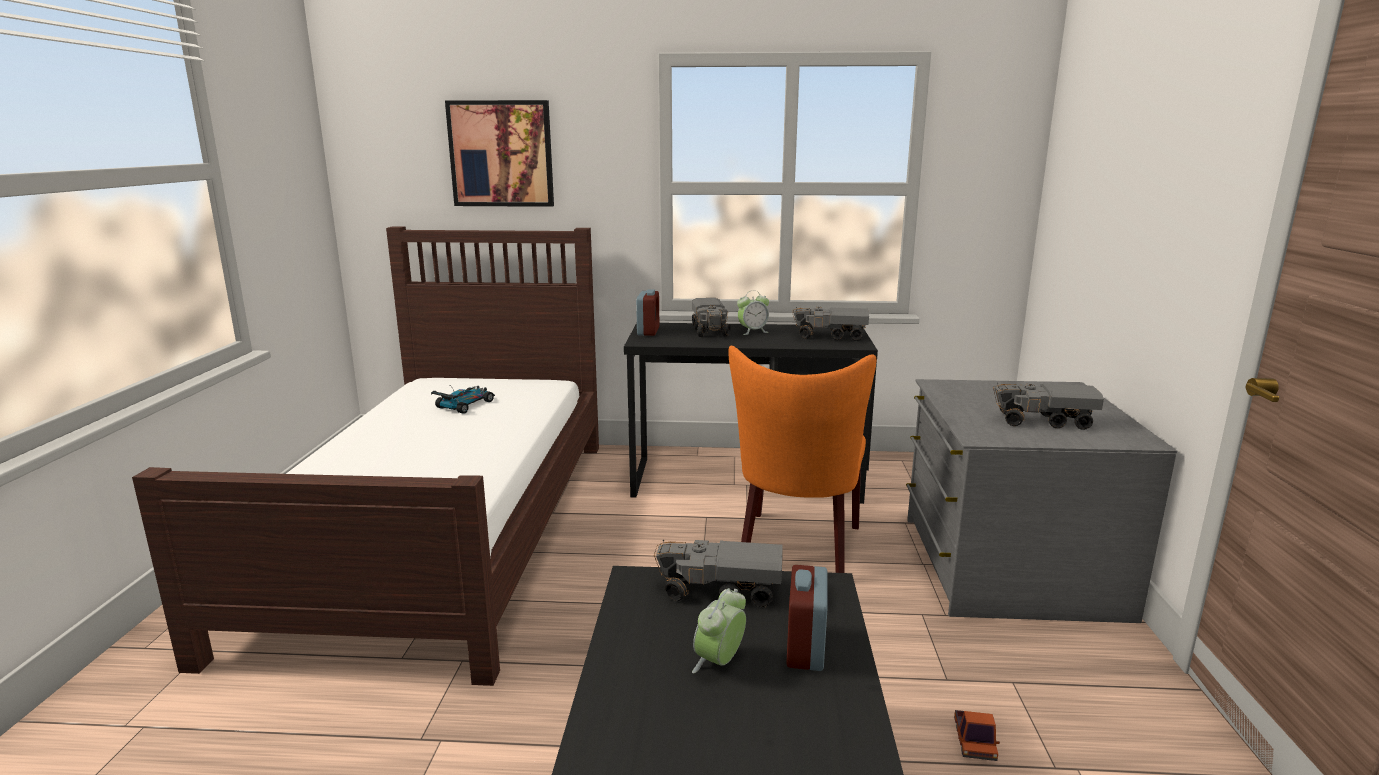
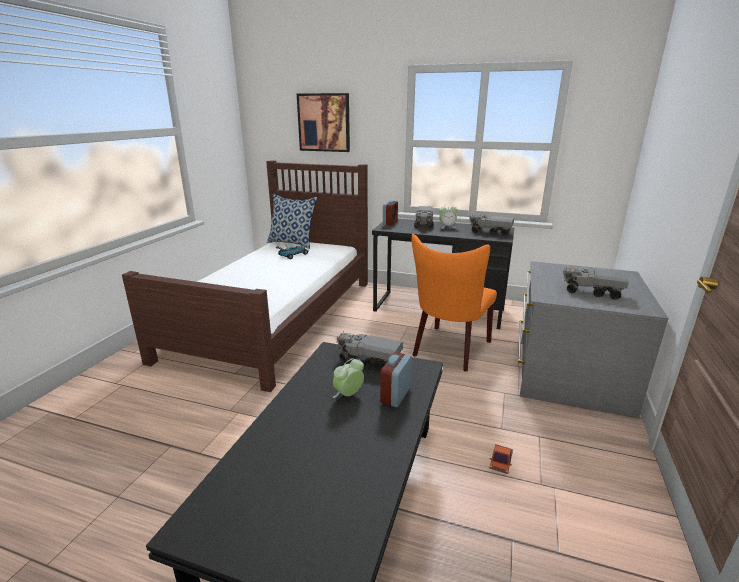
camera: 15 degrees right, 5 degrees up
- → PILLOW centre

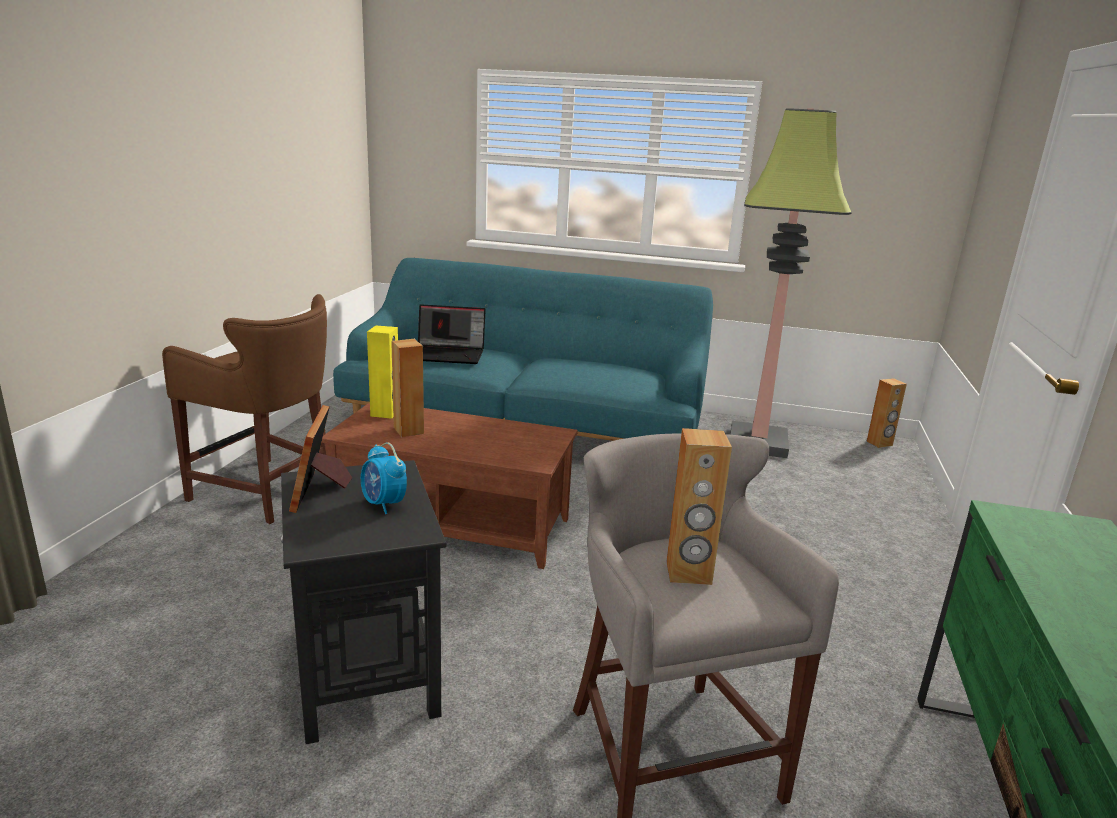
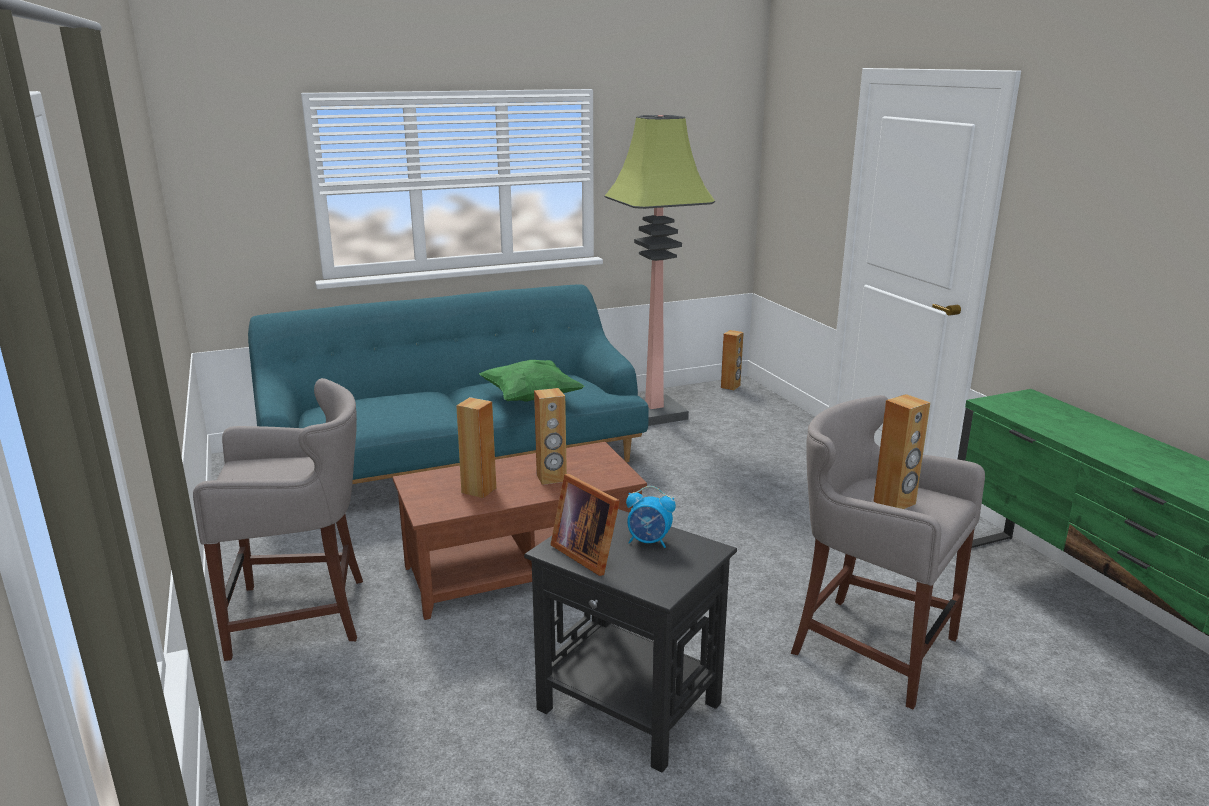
camera: 35 degrees left, 0 degrees up
BROWN STOOL middle left → GREY STOOL (no. 1 from left) middle left
LAPTOP centre → -
YELLOW SPEAKER centre → -
- → GREEN PILLOW centre
- → BROWN SPEAKER (no. 2 from left) centre

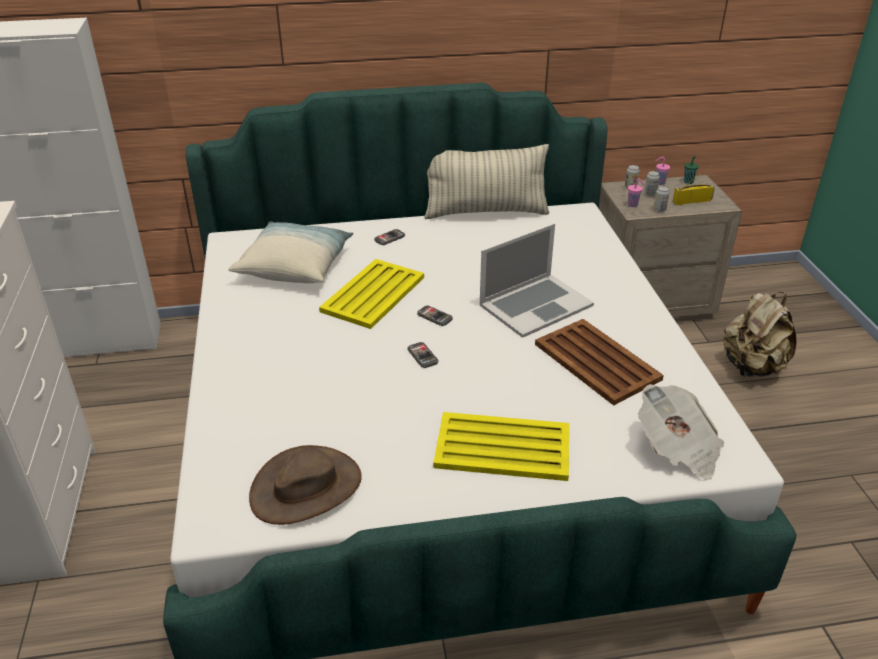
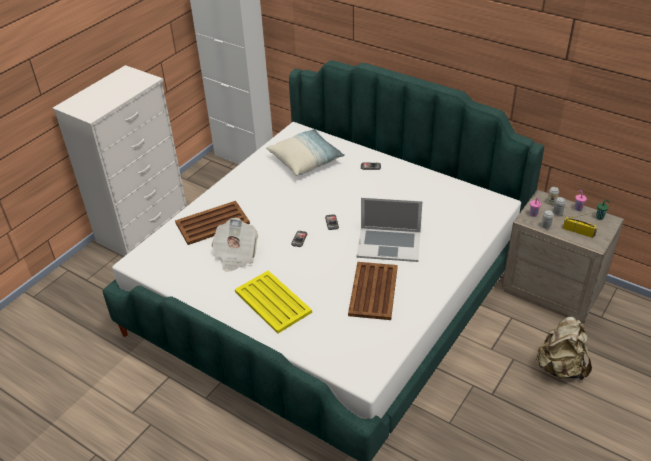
camera: 45 degrees right, 5 degrees up
PILLOW (no. 2 from left) top centre → -
YELLOW TRAY (no. 1 from left) centre → -
NEWSPAPER middle right → NEWSPAPER centre, relocated
BROWN HAT bottom centre → -
- → BROWN TRAY (no. 1 from left) middle left

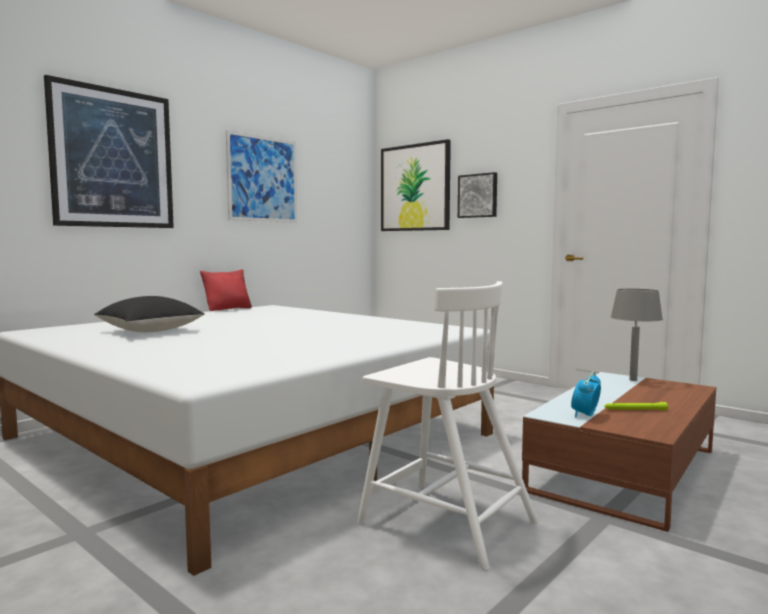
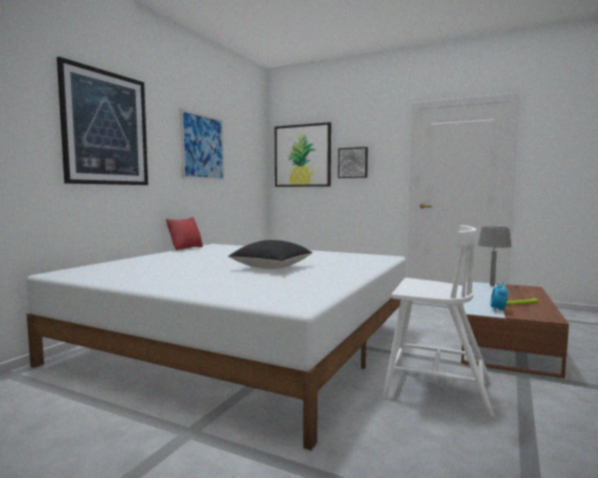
camera: 15 degrees left, 0 degrees up
BLACK PILLOW middle left → BLACK PILLOW centre, relocated

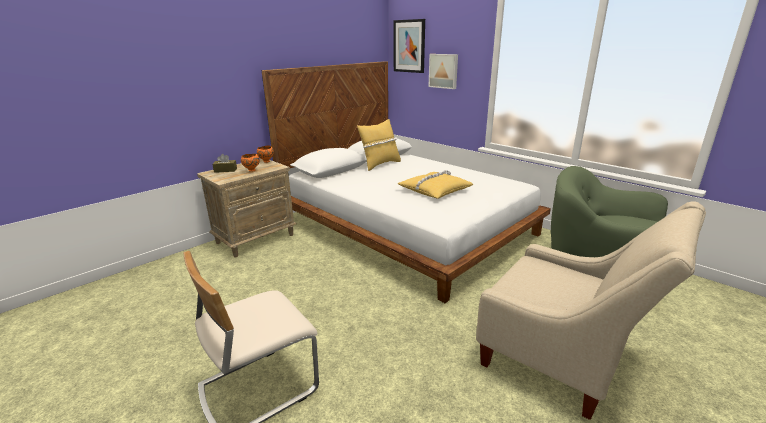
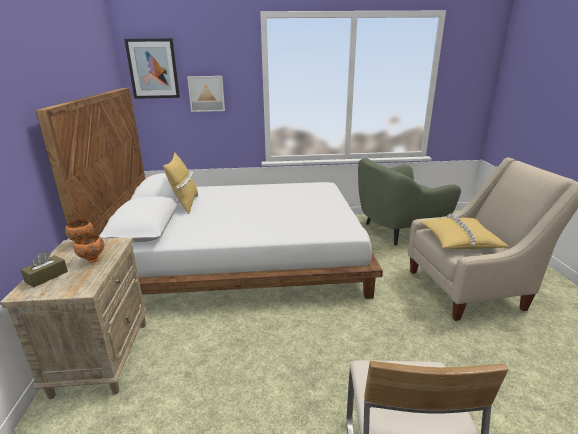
camera: 50 degrees left, 0 degrees up
YELLOW PILLOW (no. 2 from left) centre → YELLOW PILLOW (no. 2 from left) middle right, relocated

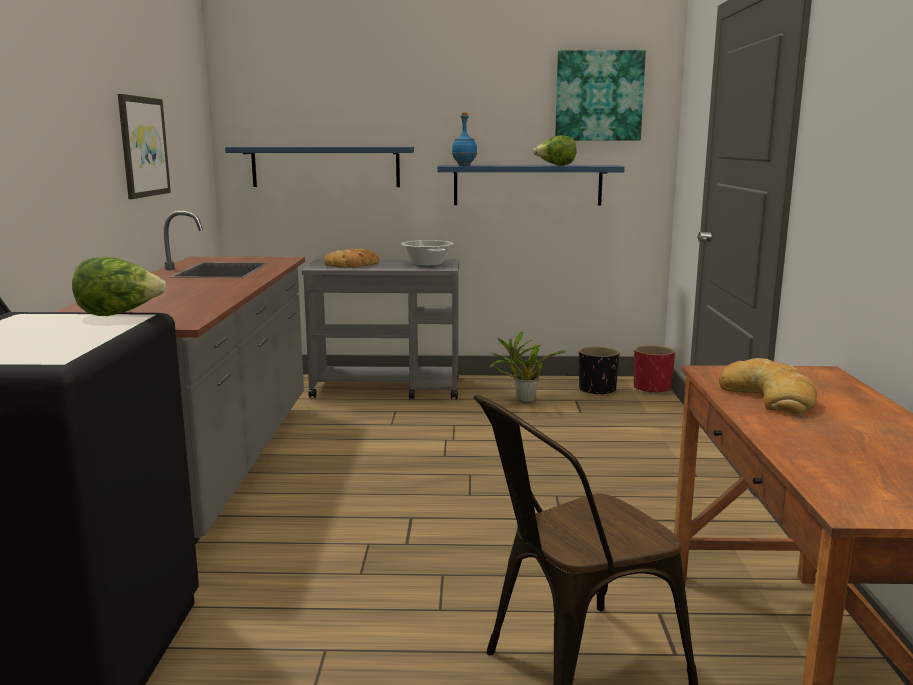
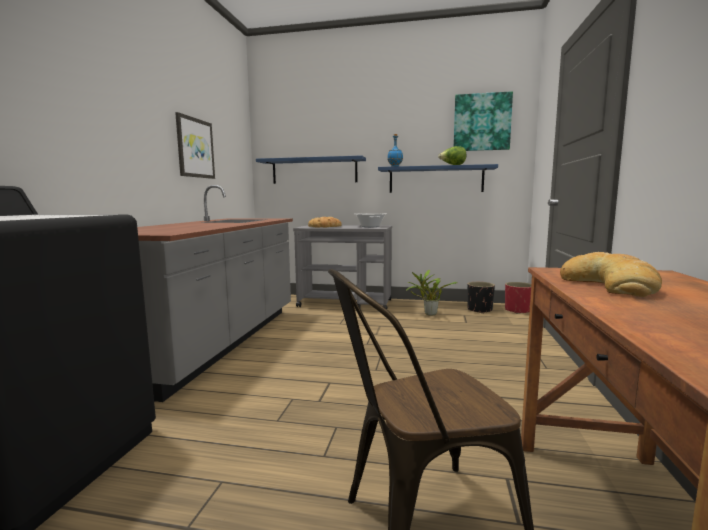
camera: 10 degrees right, 5 degrees down
LETTUCE (no. 1 from left) middle left → -

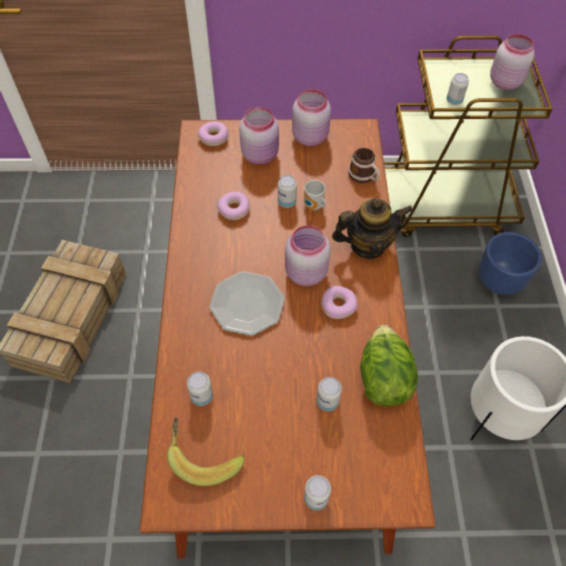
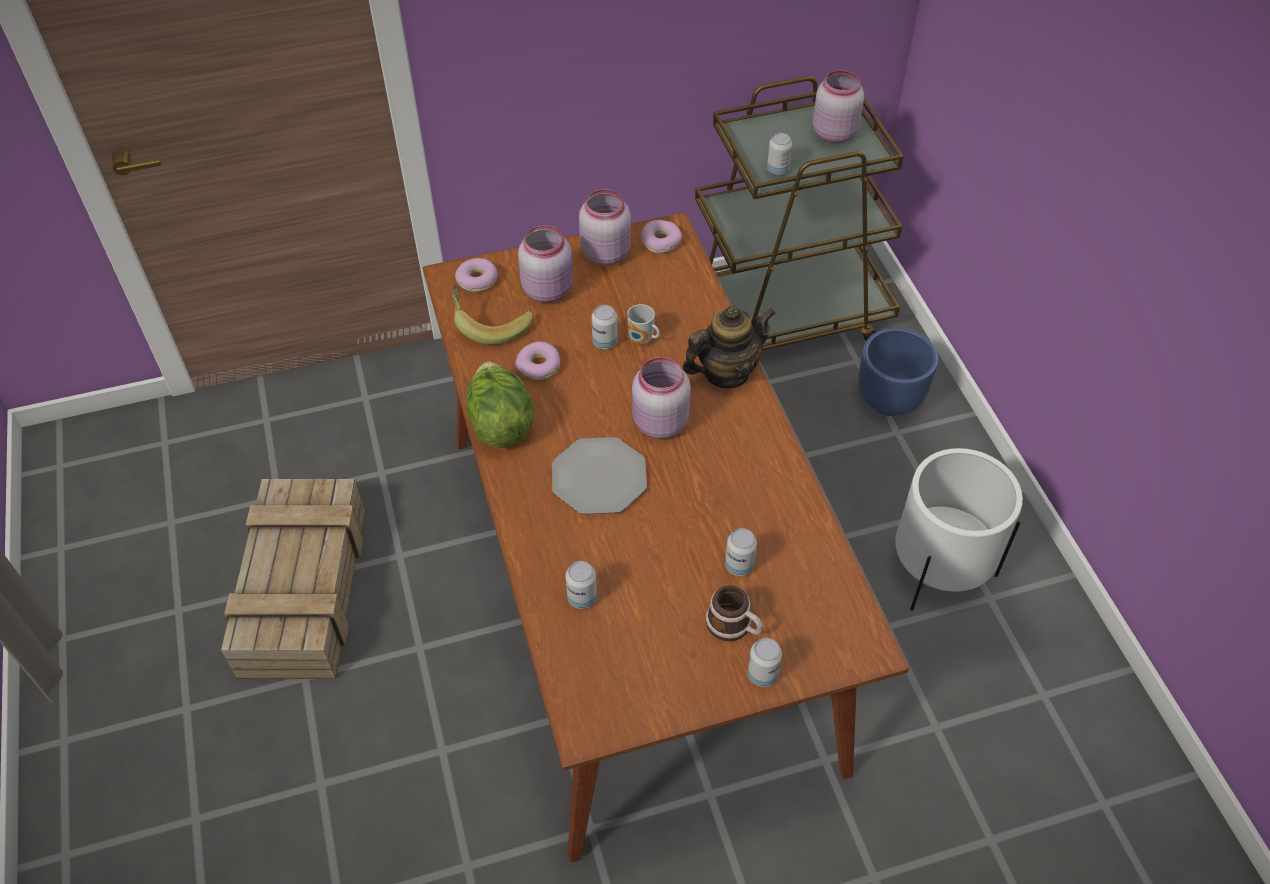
camera: 15 degrees left, 5 degrees down
MUG (no. 2 from left) top centre → MUG (no. 2 from left) bottom centre, relocated
DONUT (no. 3 from left) centre → DONUT (no. 3 from left) top centre, relocated
LETTUCE middle right → LETTUCE centre, relocated
BANANA bottom centre → BANANA centre, relocated

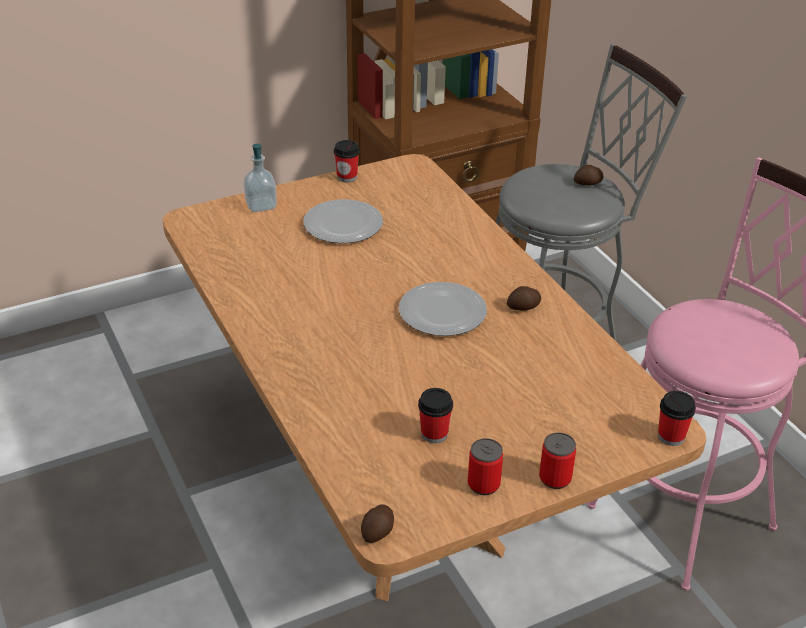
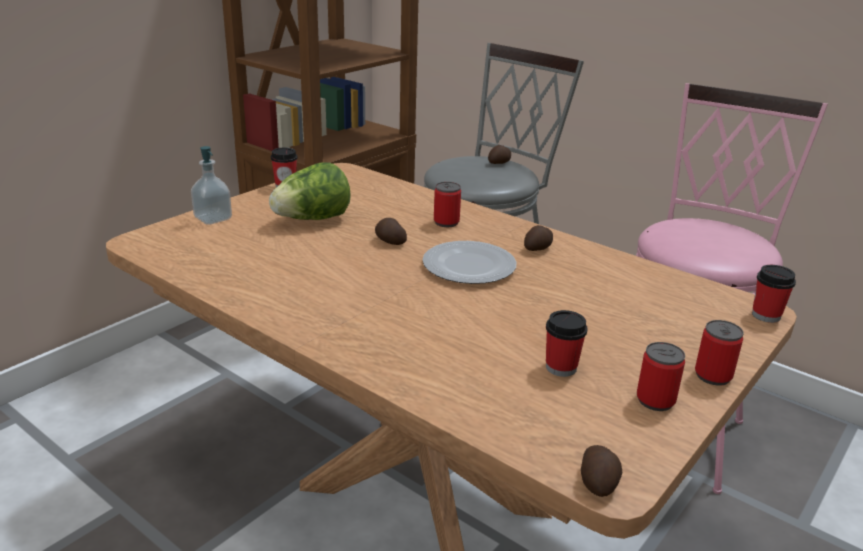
camera: 25 degrees left, 10 degrees down
PLATE (no. 1 from left) centre → LETTUCE centre
- → CAN (no. 1 from left) centre
- → POTATO (no. 1 from left) centre

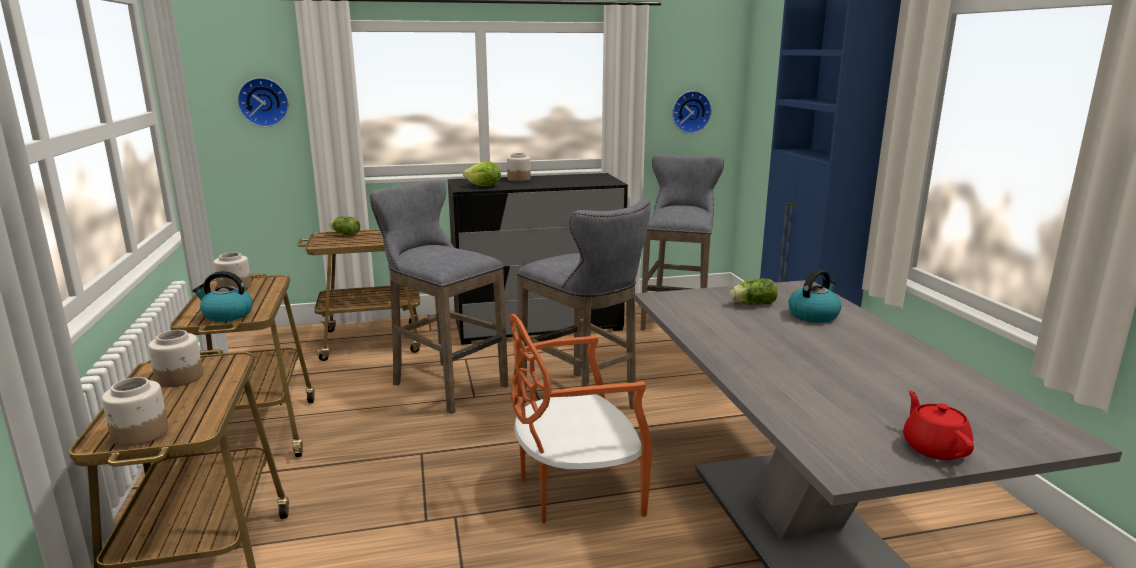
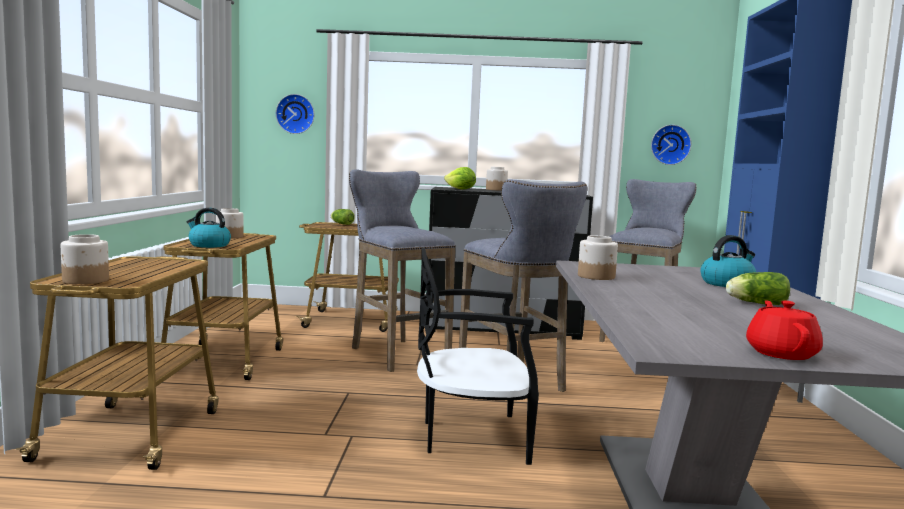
camera: 15 degrees right, 10 degrees down
LETTUCE (no. 3 from left) centre → LETTUCE (no. 3 from left) middle right, relocated
ORANGE CHAIR bottom centre → BLACK CHAIR bottom centre
JAR (no. 2 from left in the first image) middle left → JAR (no. 4 from left) centre, relocated

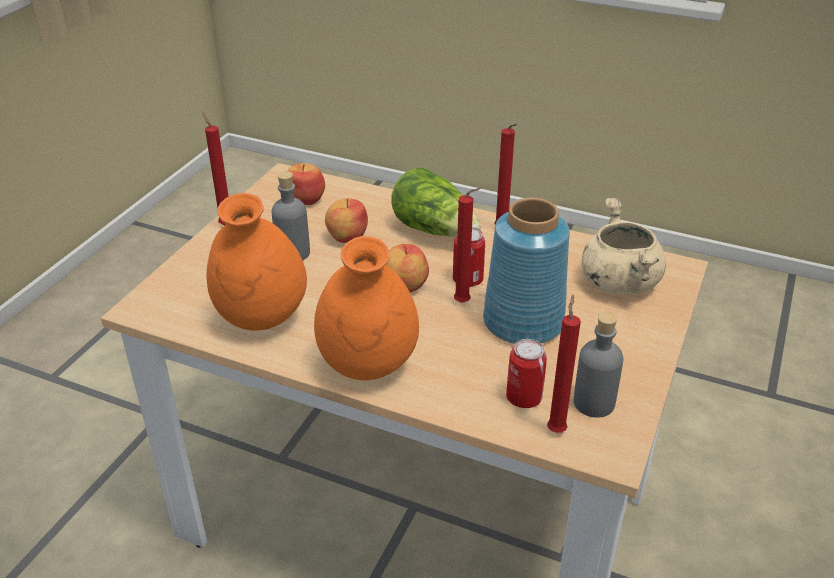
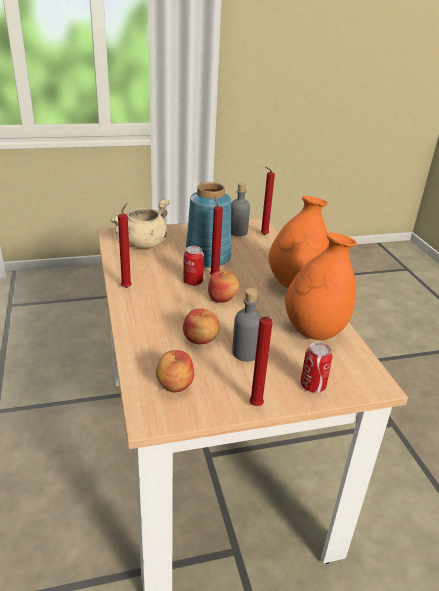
camera: 130 degrees left, 5 degrees down
LETTUCE centre → -
CAN (no. 2 from left) centre → CAN (no. 2 from left) middle right, relocated

